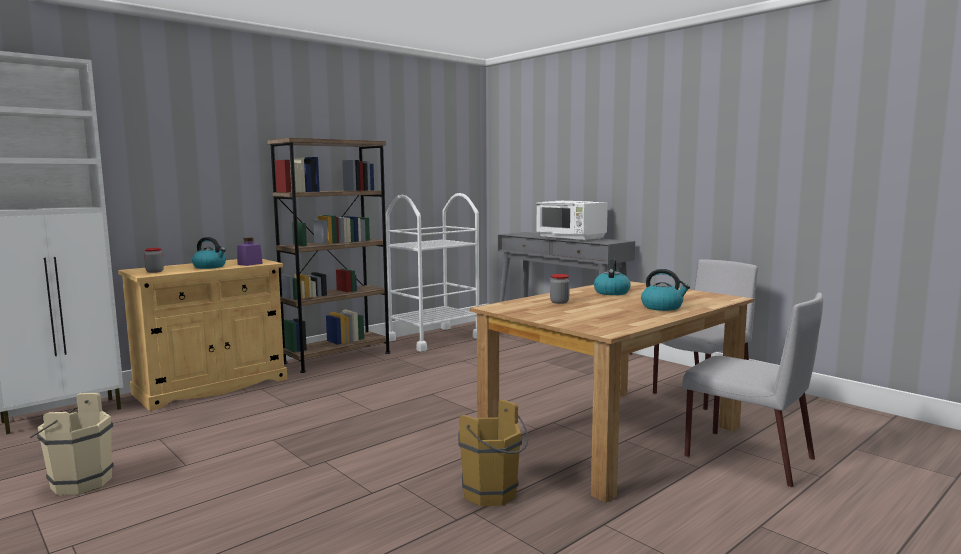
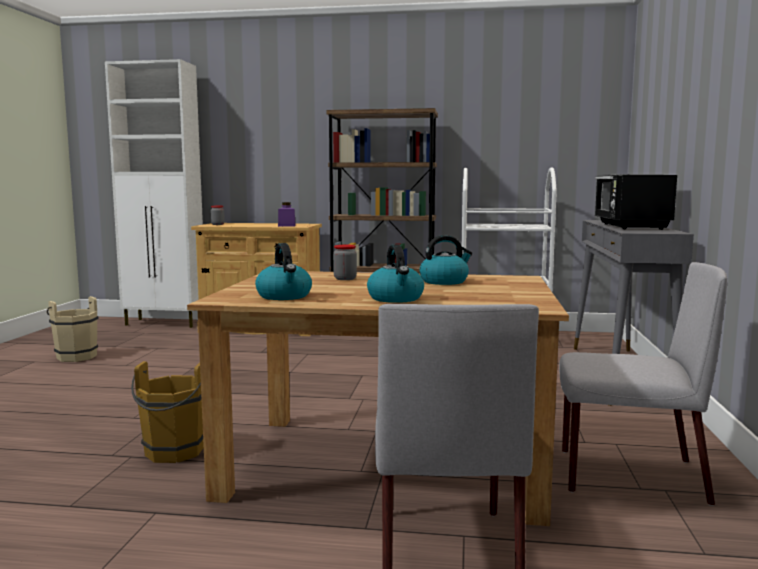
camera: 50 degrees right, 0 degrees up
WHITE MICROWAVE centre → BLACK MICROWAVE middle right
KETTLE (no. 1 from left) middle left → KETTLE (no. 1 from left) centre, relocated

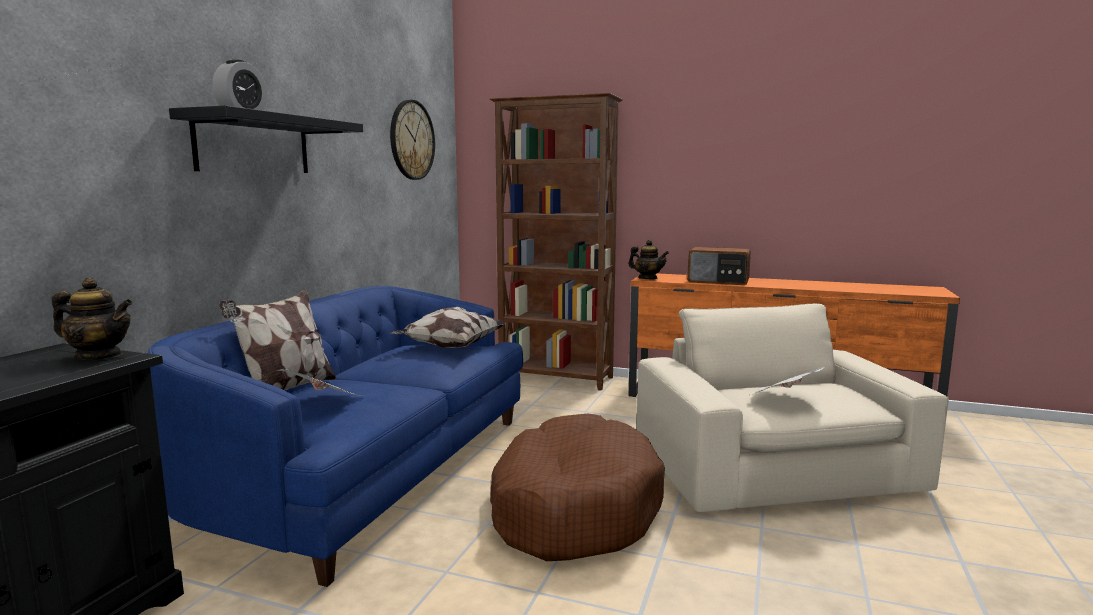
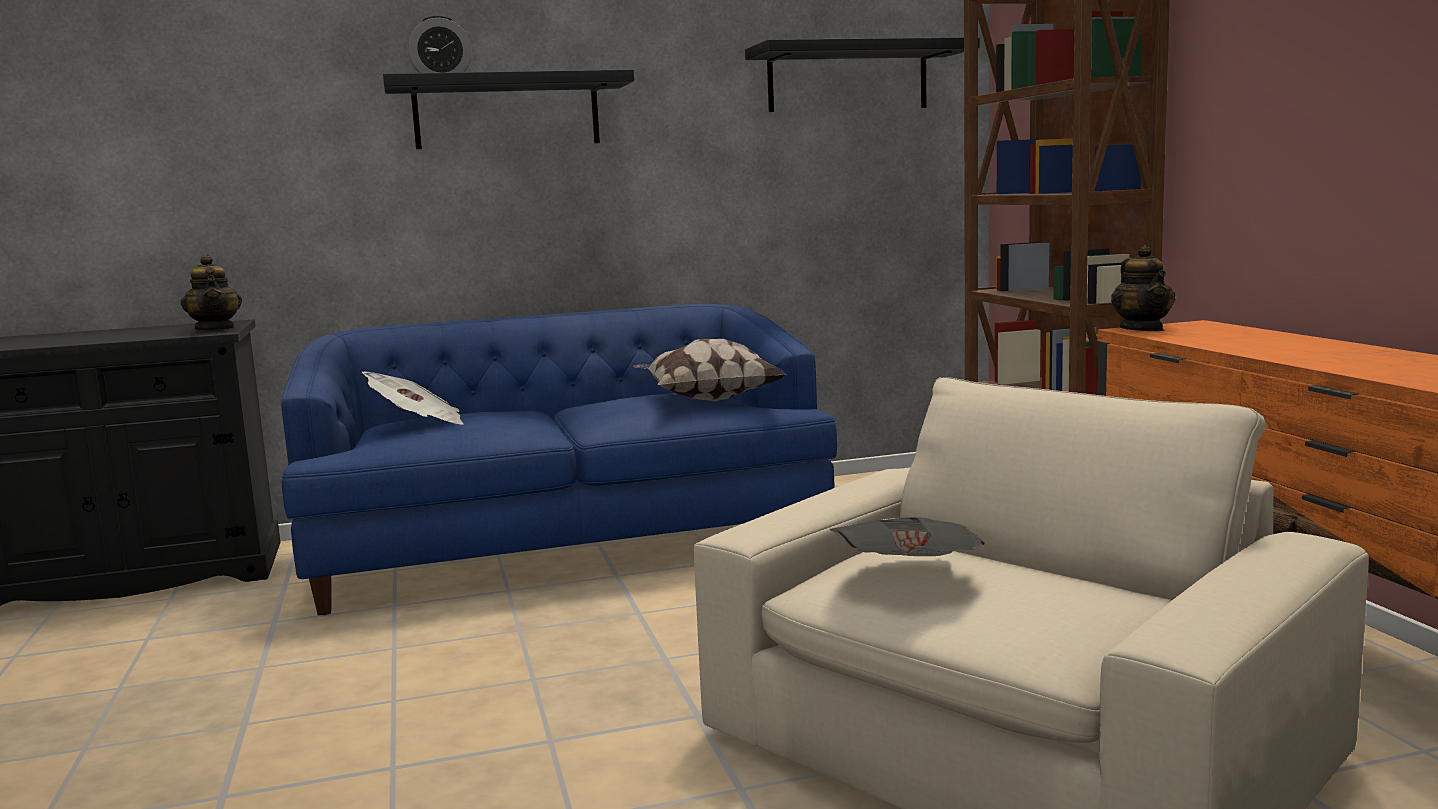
camera: 55 degrees right, 0 degrees up
WALL CLOCK top centre → BLACK SHELF (no. 2 from left) top centre
RADIO centre → -
PILLOW (no. 1 from left) middle left → -
BROWN DOG BED bottom centre → -

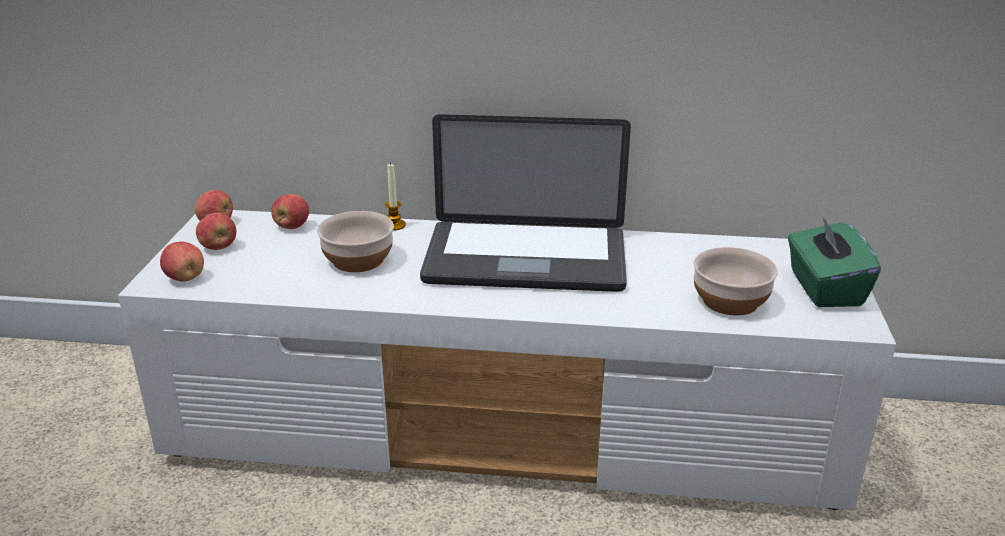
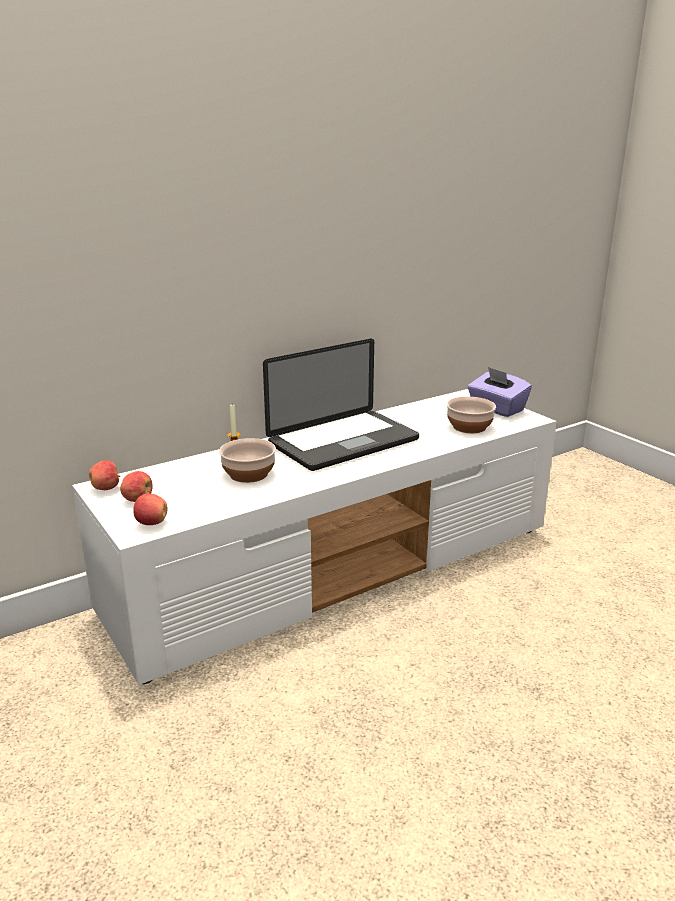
camera: 40 degrees left, 5 degrees down
APPLE (no. 4 from left) middle left → -
GREEN TISSUE BOX middle right → PURPLE TISSUE BOX middle right

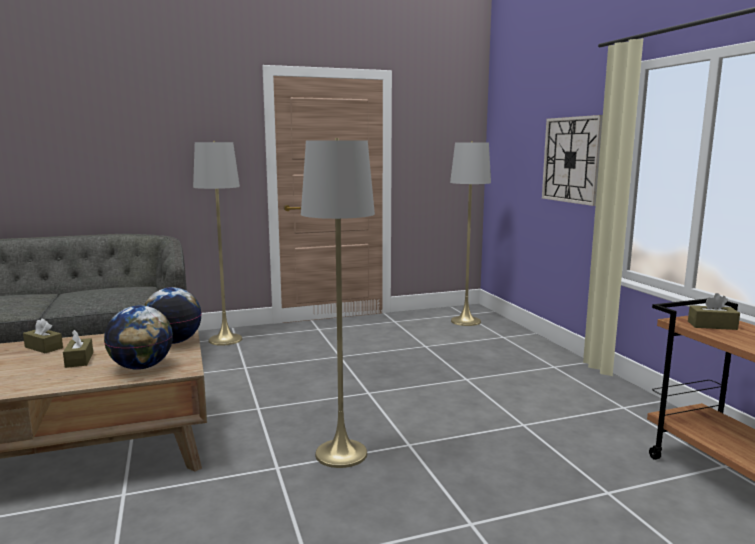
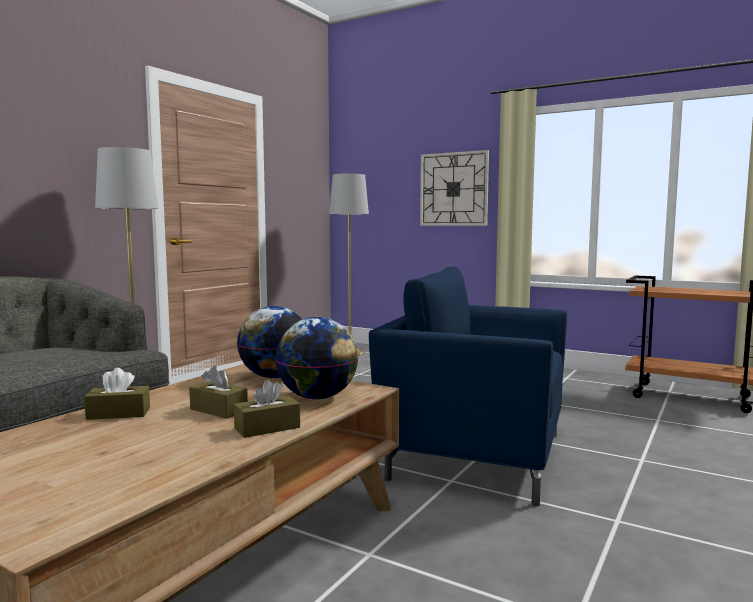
camera: 40 degrees left, 5 degrees down
GREY FLOOR LAMP (no. 2 from left) centre → BLUE ARMCHAIR centre
BROWN TISSUE BOX (no. 3 from left) middle right → BROWN TISSUE BOX (no. 3 from left) bottom centre, relocated

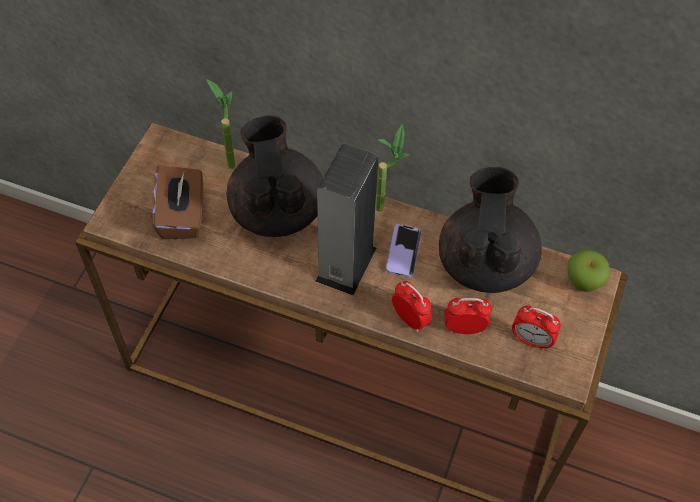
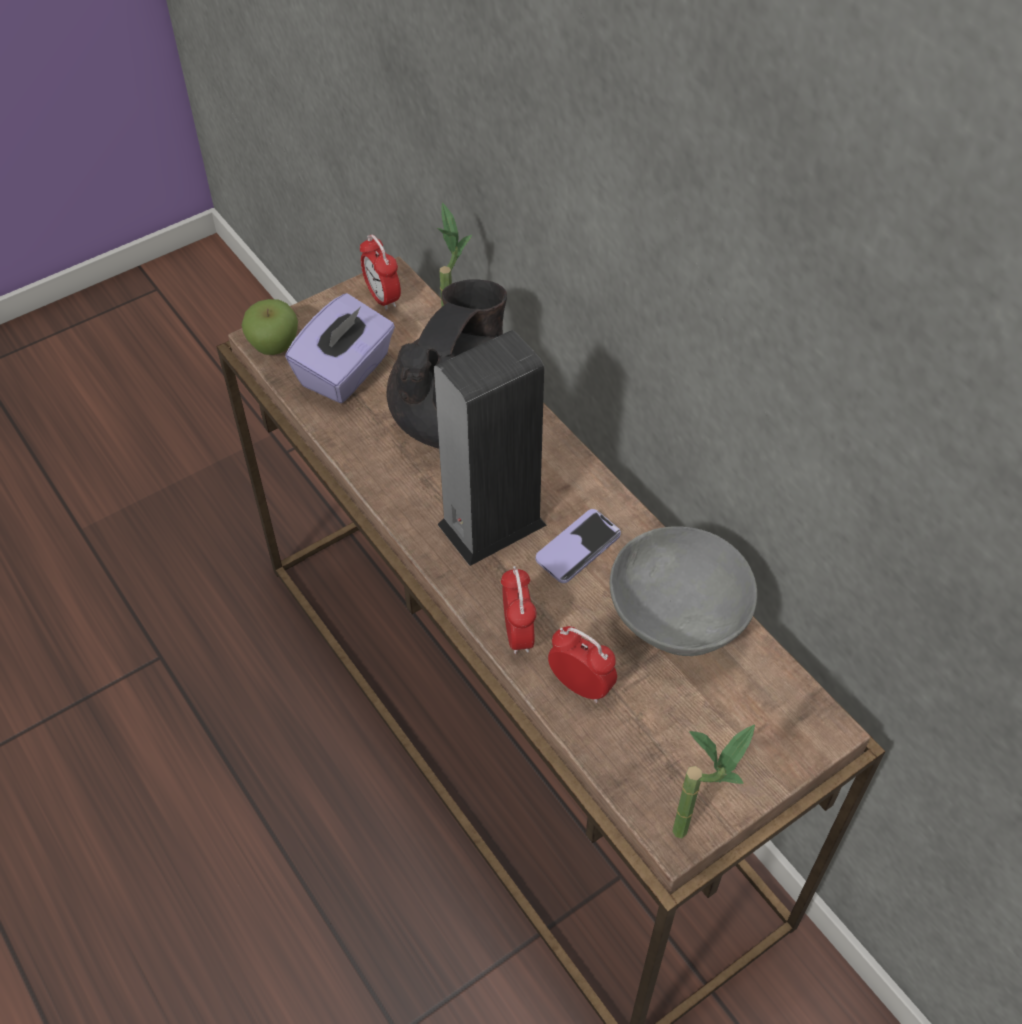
camera: 35 degrees right, 5 degrees down
POTTED PLANT (no. 2 from left) centre → POTTED PLANT (no. 2 from left) bottom right, relocated
BROWN TISSUE BOX middle left → PURPLE TISSUE BOX middle left
BLACK TEAPOT (no. 2 from left) middle right → GREY BOWL middle right
APPLE middle right → APPLE top left, relocated
ALARM CLOCK (no. 3 from left in the first image) middle right → ALARM CLOCK (no. 1 from left) top centre, relocated

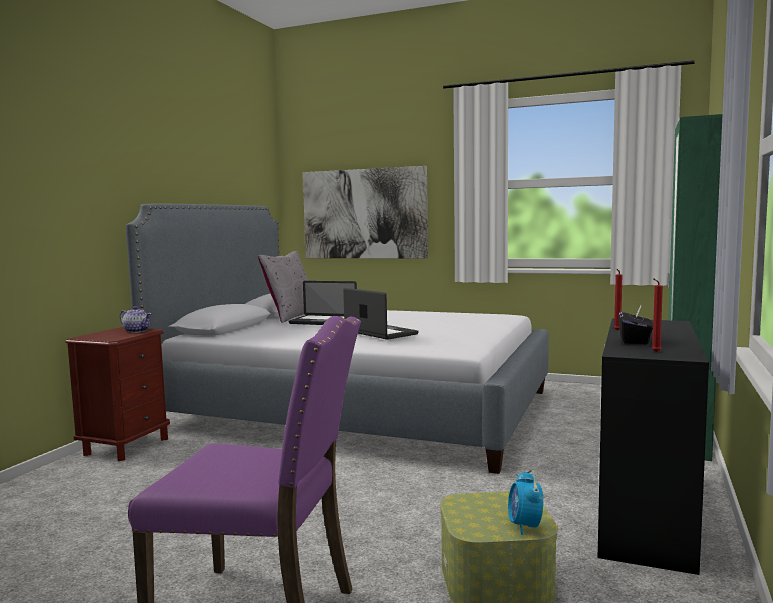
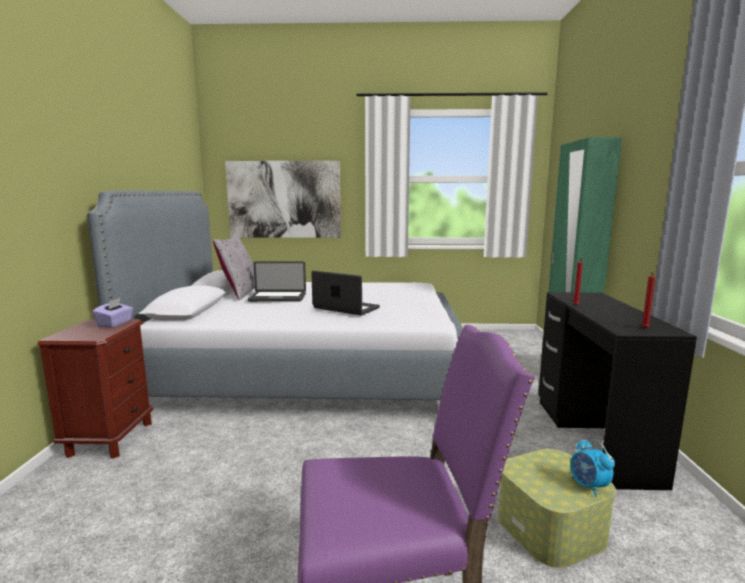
camera: 20 degrees left, 5 degrees up
BLACK TISSUE BOX middle right → -
TEAPOT middle left → PURPLE TISSUE BOX middle left

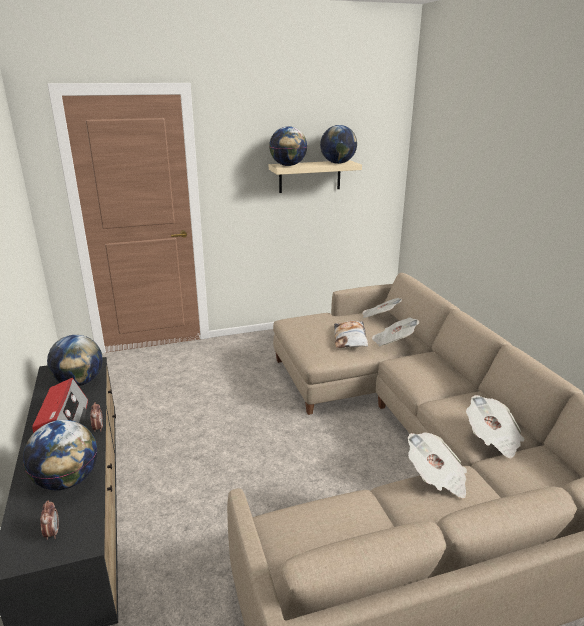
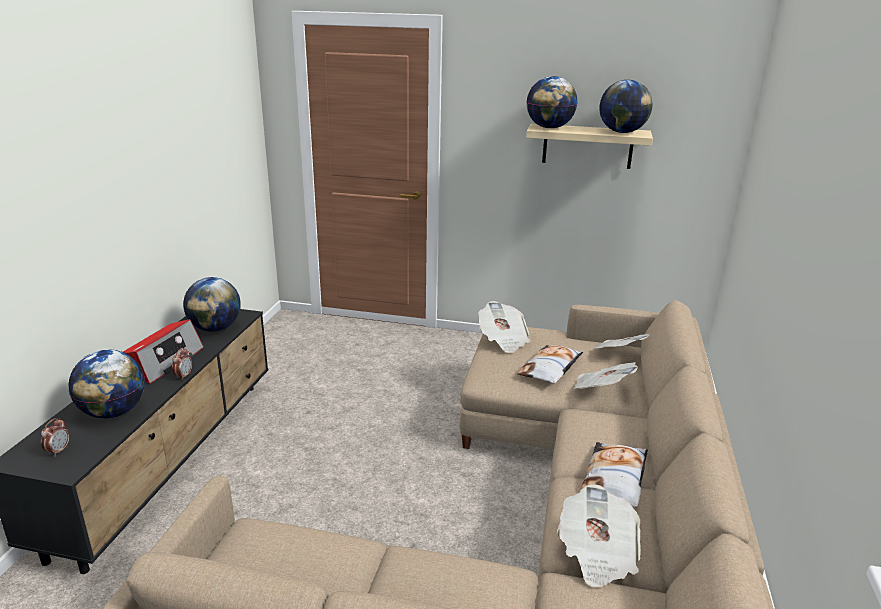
camera: 30 degrees right, 0 degrees up
NEWSPAPER (no. 3 from left in the first image) bottom right → NEWSPAPER (no. 1 from left) centre, relocated
- → PILLOW (no. 2 from left) bottom right

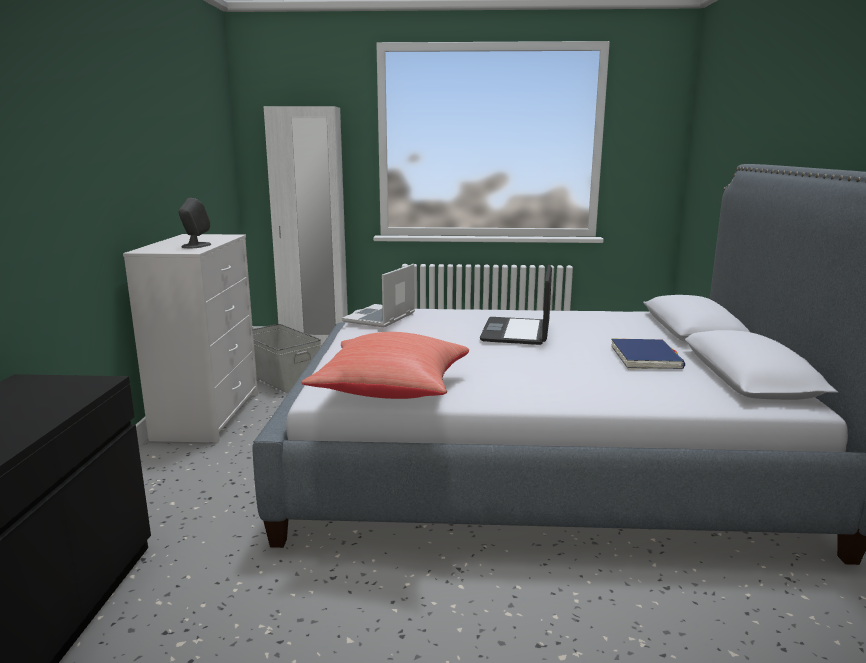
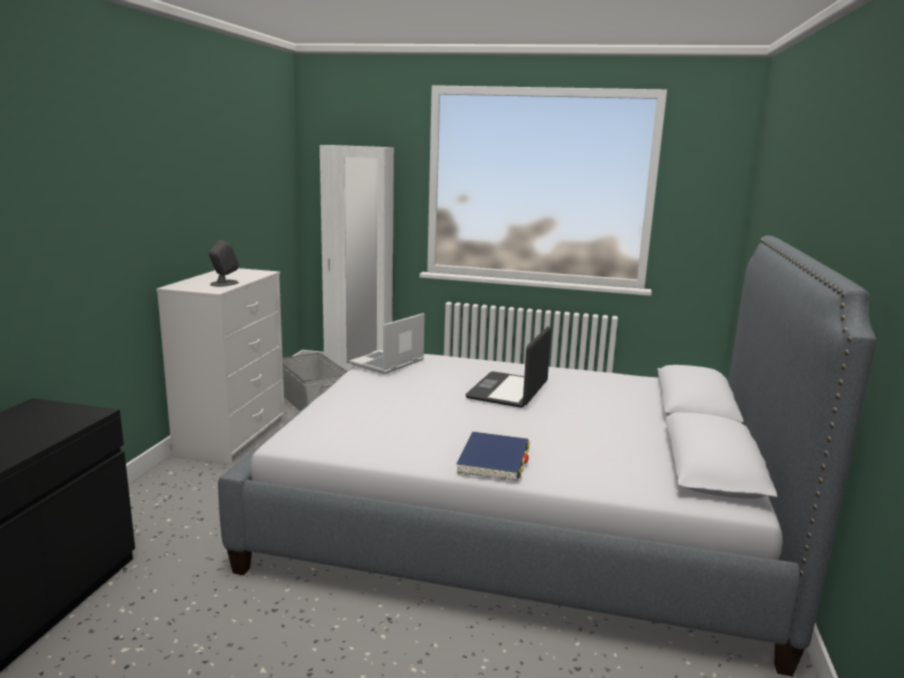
camera: 10 degrees right, 0 degrees up
RED PILLOW centre → -
BLUE BOOK middle right → BLUE BOOK bottom centre, relocated

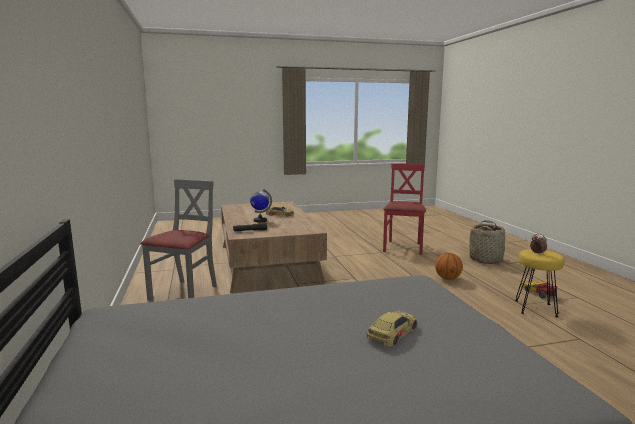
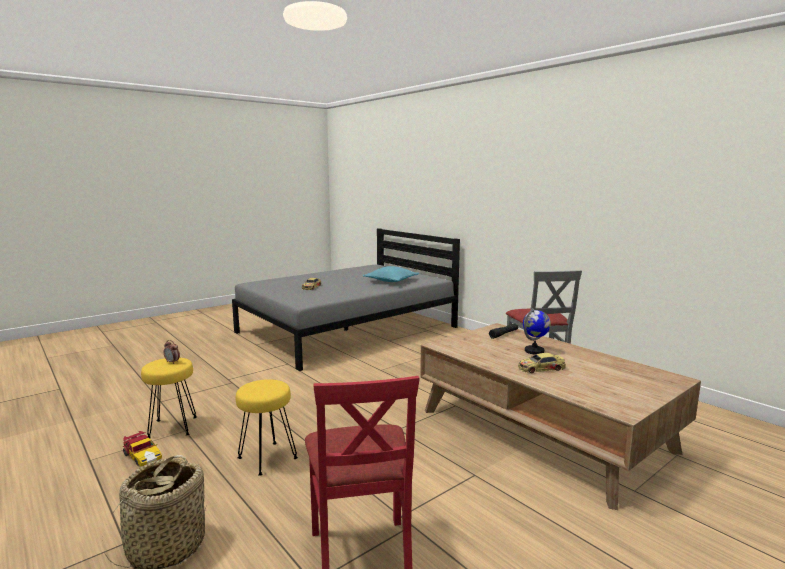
camera: 155 degrees right, 0 degrees up
BASKETBALL middle right → YELLOW STOOL (no. 2 from left) bottom centre
- → TURQUOISE PILLOW centre

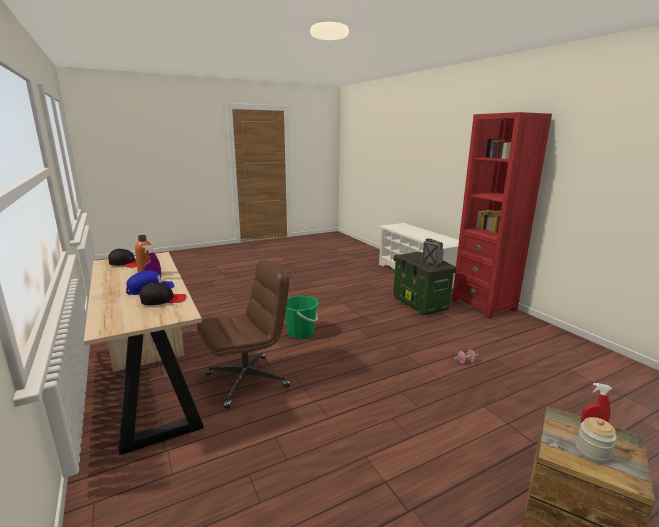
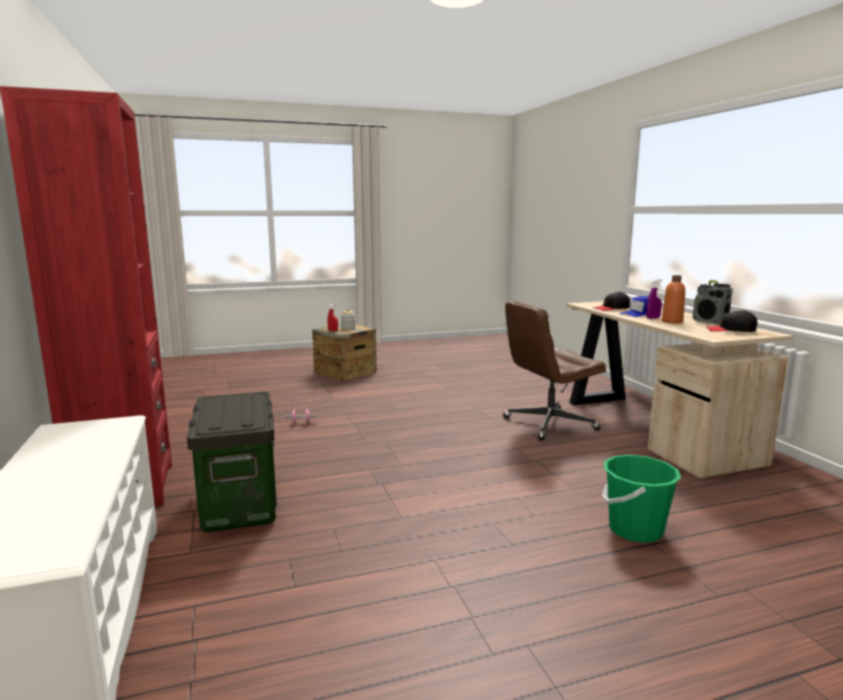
camera: 170 degrees left, 5 degrees down
RADIO centre → RADIO middle right, relocated
GREEN BUCKET centre → GREEN BUCKET bottom right, relocated

